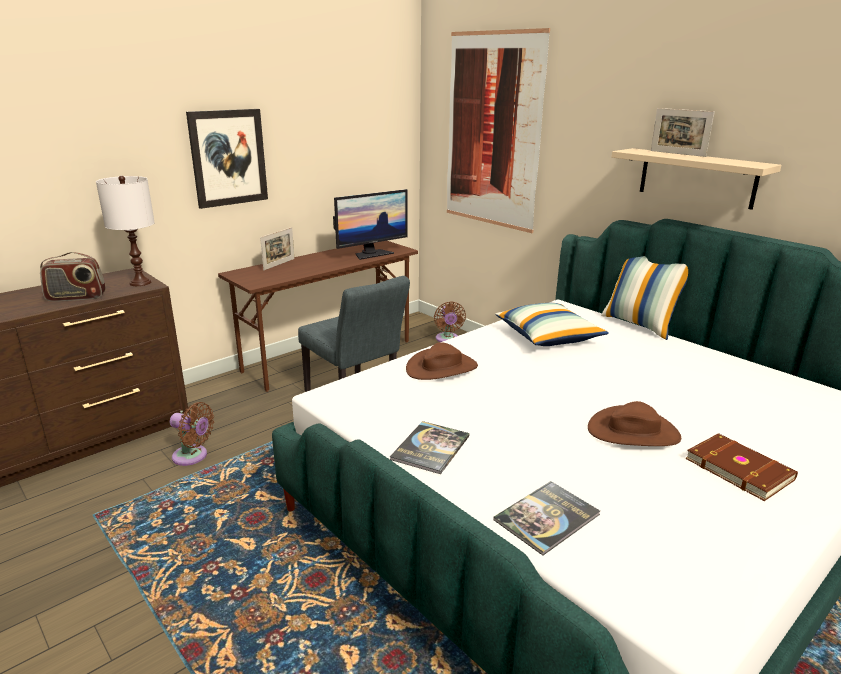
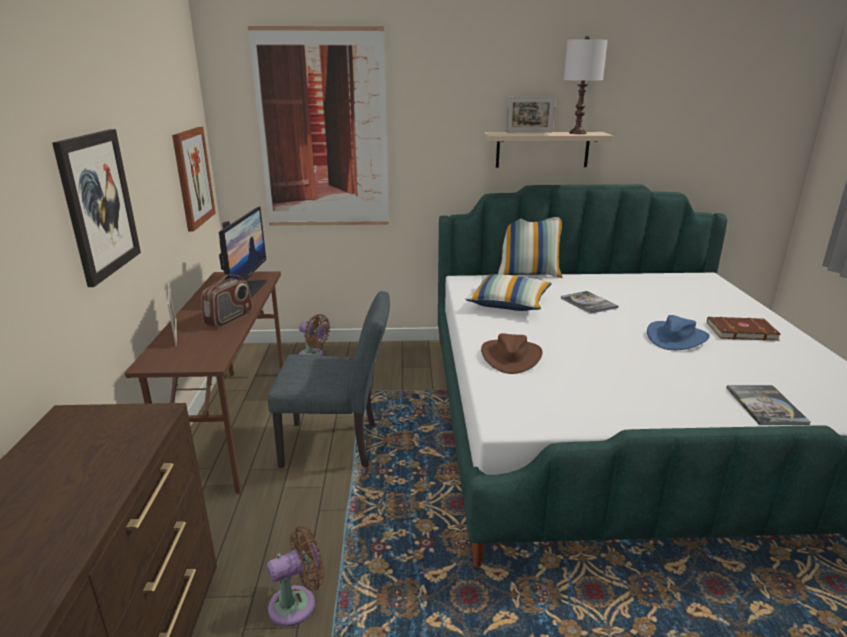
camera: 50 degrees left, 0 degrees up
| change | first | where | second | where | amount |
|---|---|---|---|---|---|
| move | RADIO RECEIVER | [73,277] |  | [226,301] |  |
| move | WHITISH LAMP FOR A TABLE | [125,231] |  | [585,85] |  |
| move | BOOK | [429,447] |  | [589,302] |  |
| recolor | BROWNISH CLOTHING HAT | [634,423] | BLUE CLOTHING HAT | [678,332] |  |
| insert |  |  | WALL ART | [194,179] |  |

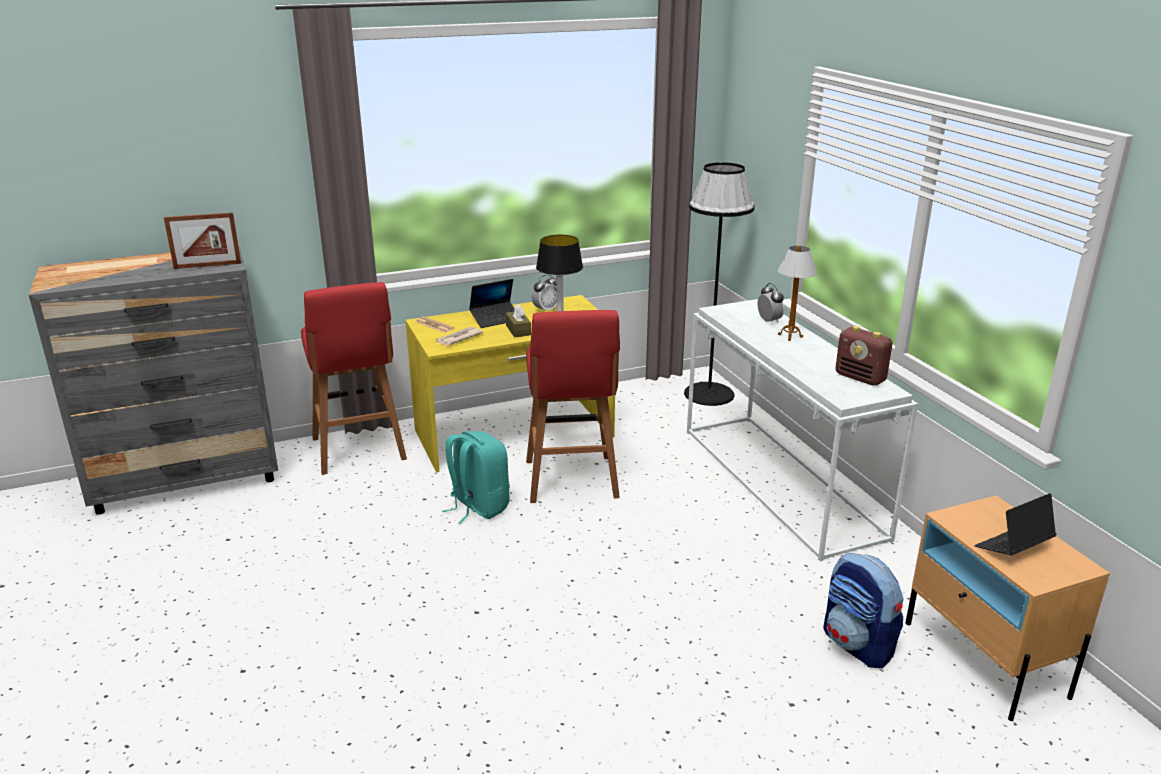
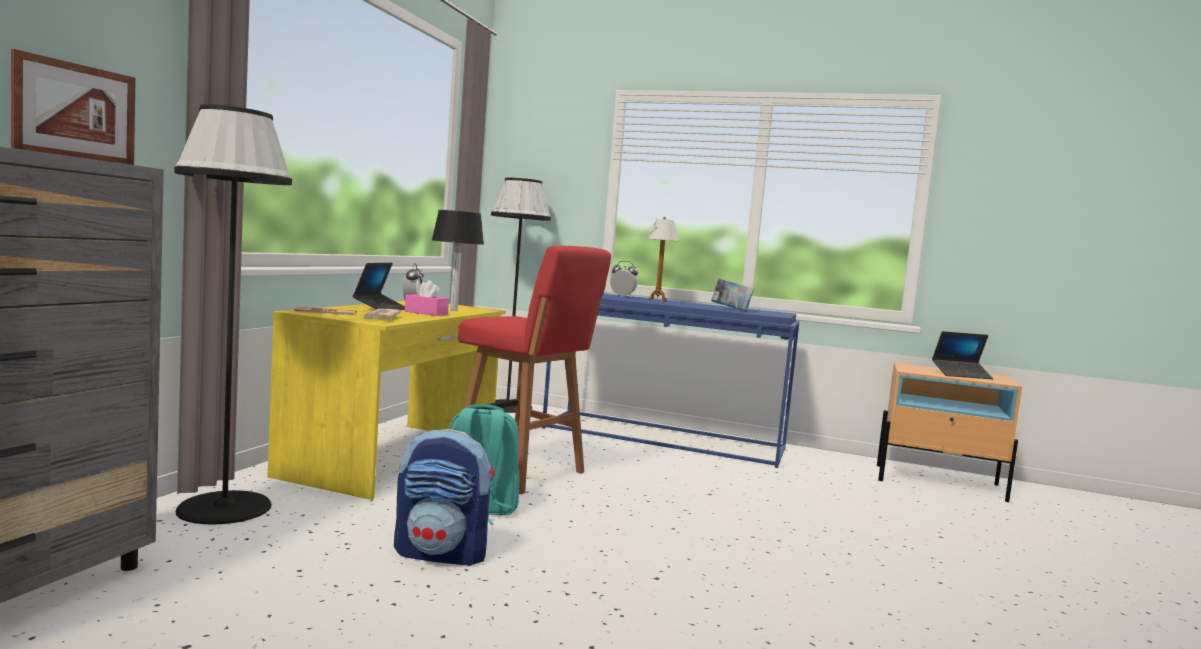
camera: 50 degrees left, 20 degrees down
| change | first | where | second | where | amount |
|---|---|---|---|---|---|
| replace | REDDISH STOOL | [354,378] | BLACK-COLOURED STANDING LAMP | [233,314] |  |
| recolor | BROWNISH TISSUE HOLDER | [518,320] | PINKISH TISSUE HOLDER | [427,298] |  |
| recolor | WHITISH CONSOLE TABLE | [802,430] | BLUE CONSOLE TABLE | [671,381] |  |
| move | RUCKSACK | [863,610] |  | [444,497] |  |
| delete | RADIO RECEIVER | [863,356] |  |  |  |
| rotate | NOTEBOOK COMPUTER | [1015,524] |  | [962,355] | 105 degrees counterclockwise |
| insert |  |  | BOOK | [732,295] |  |

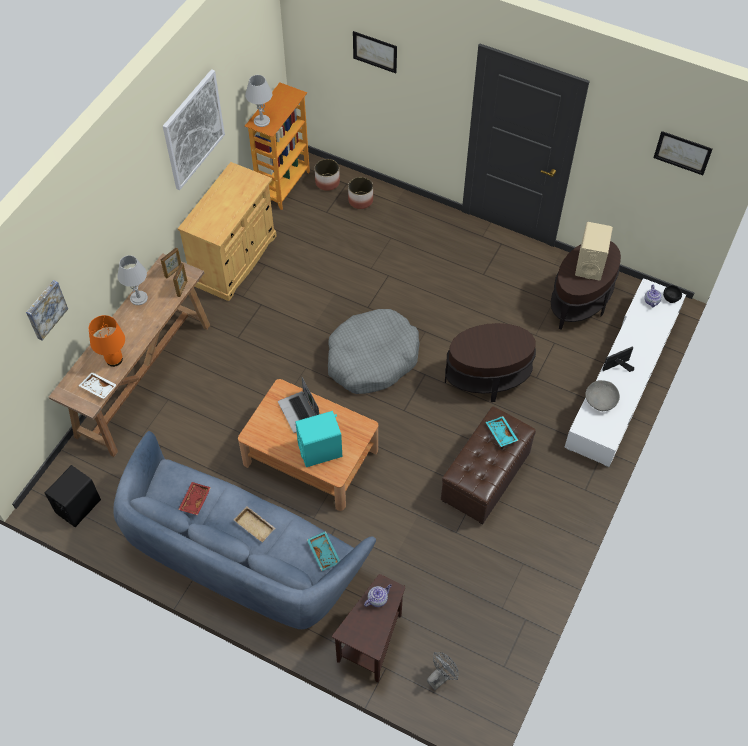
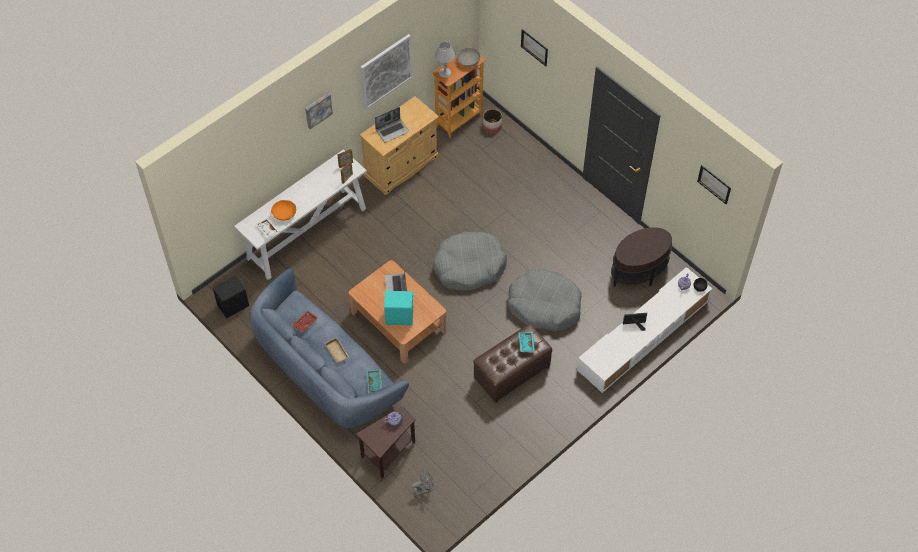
camera: 20 degrees right, 0 degrees up
| change | first | where | second | where | amount |
|---|---|---|---|---|---|
| move | WALL ART | [47,310] |  | [319,111] |  |
| recolor | BROWNISH CONSOLE TABLE | [129,355] | WHITISH CONSOLE TABLE | [300,214] |  |
| replace | ORANGE LAMP FOR A TABLE | [107,341] | ORANGE DEEP DISH | [283,210] |  |
| delete | GREY LAMP FOR A TABLE | [132,280] |  |  |  |
| delete | PLANT POT | [360,193] |  |  |  |
| replace | BROWNISH ACCENT TABLE | [490,362] | GREY DOG BED | [545,300] |  |
| delete | BEIGE SPEAKER | [594,251] |  |  |  |
| move | GREY DEEP DISH | [602,395] |  | [468,57] |  |
| insert |  |  | NOTEBOOK COMPUTER | [392,125] |  |

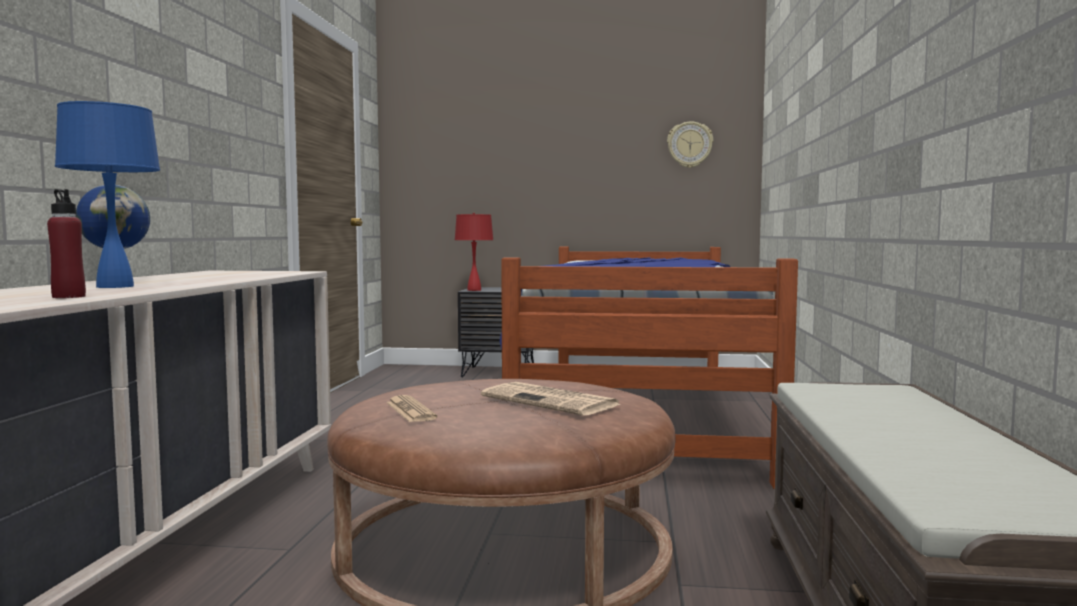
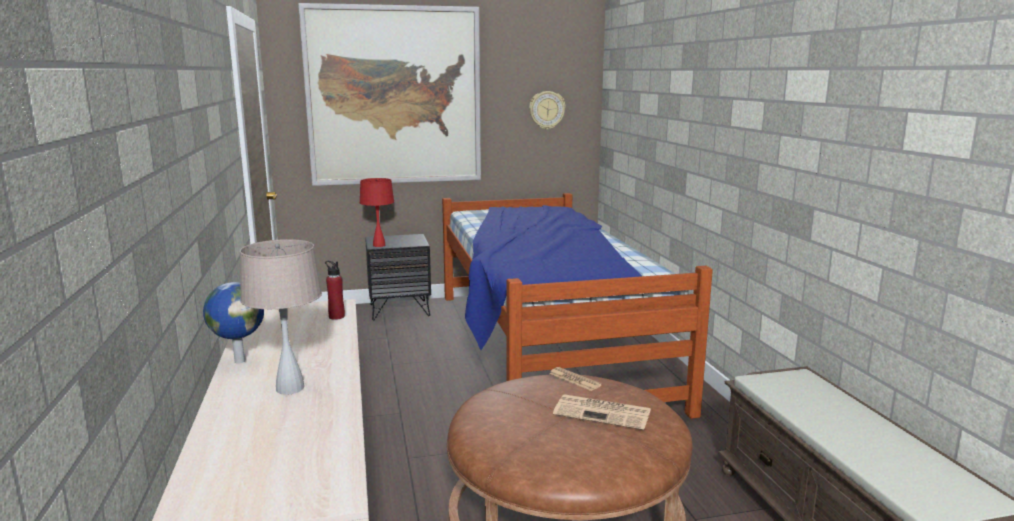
camera: 20 degrees left, 10 degrees up
| change | first | where | second | where | amount |
|---|---|---|---|---|---|
| move | REDDISH BEVERAGE BOTTLE | [66,243] |  | [335,290] |  |
| recolor | BLUE LAMP FOR A TABLE | [107,194] | BEIGE LAMP FOR A TABLE | [281,317] |  |
| move | PRINTED PAPER | [411,408] |  | [575,379] |  |
| insert |  |  | WALL ART | [389,94] |  |

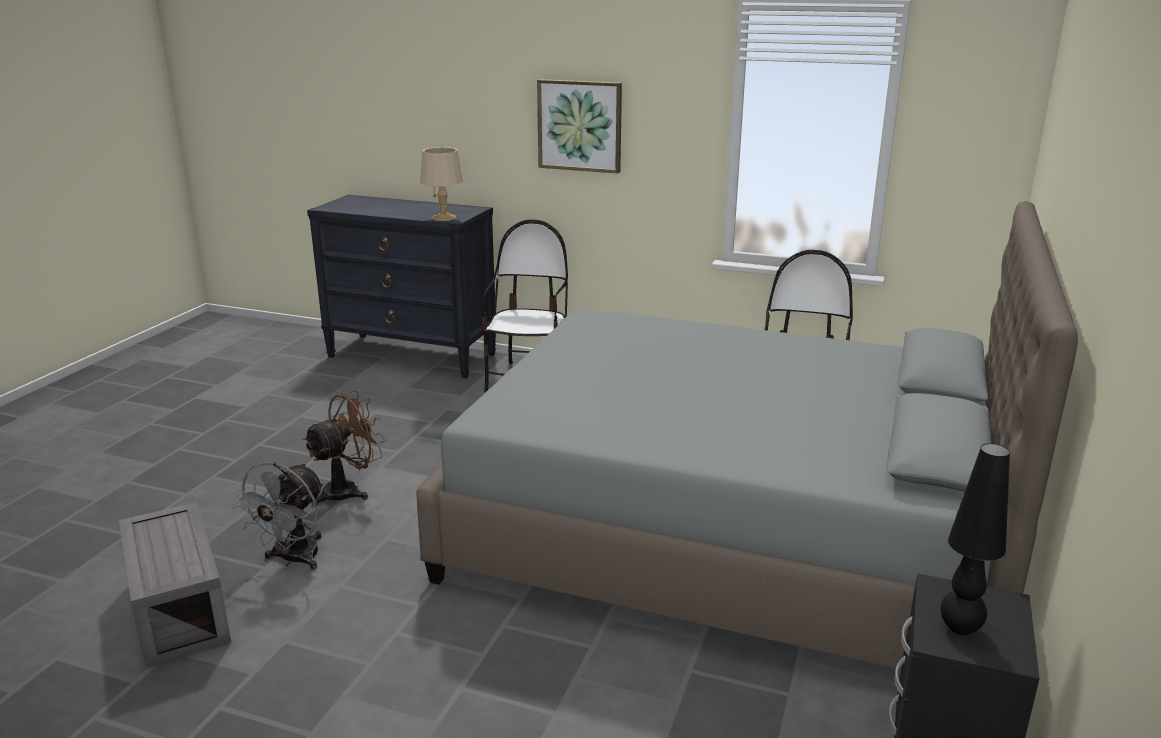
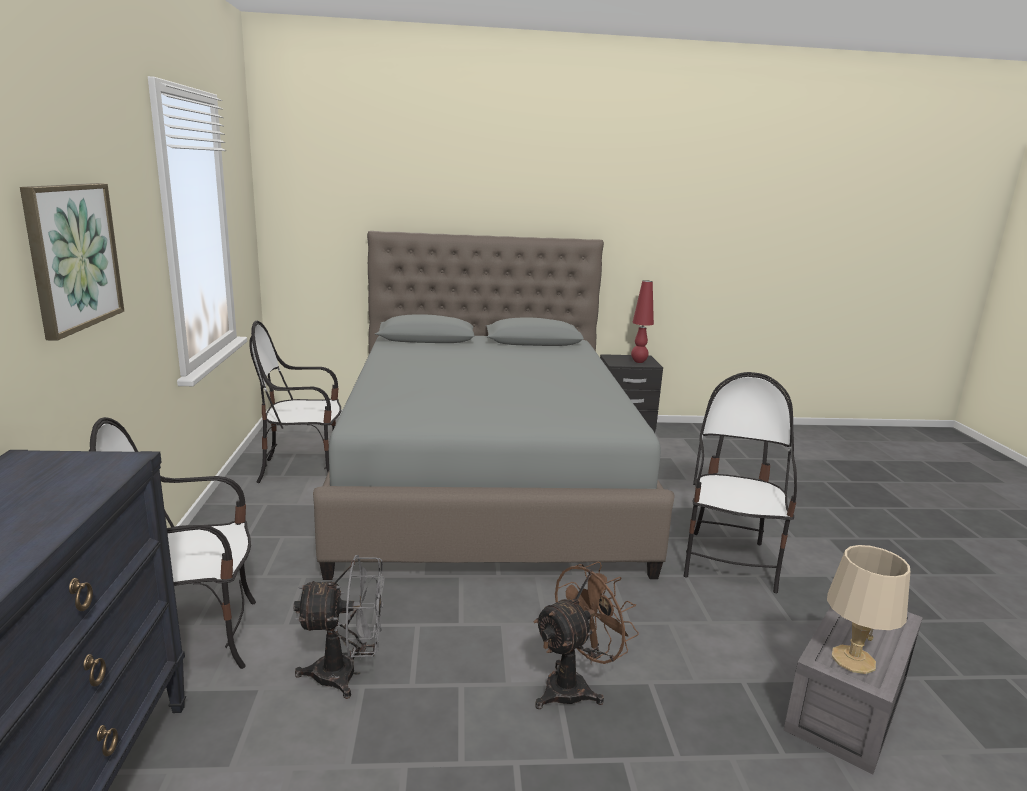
camera: 115 degrees left, 5 degrees down
| change | first | where | second | where | amount |
|---|---|---|---|---|---|
| move | GREY COOLING FAN | [277,516] |  | [338,627] |  |
| rotate | BROWNISH COOLING FAN | [344,448] |  | [586,635] | 120 degrees clockwise |
| move | BEIGE LAMP FOR A TABLE | [441,184] |  | [868,609] |  |
| recolor | BLACK-COLOURED LAMP FOR A TABLE | [975,539] | REDDISH LAMP FOR A TABLE | [642,321] |  |
| insert |  |  | UPRIGHT CHAIR | [740,482] |  |

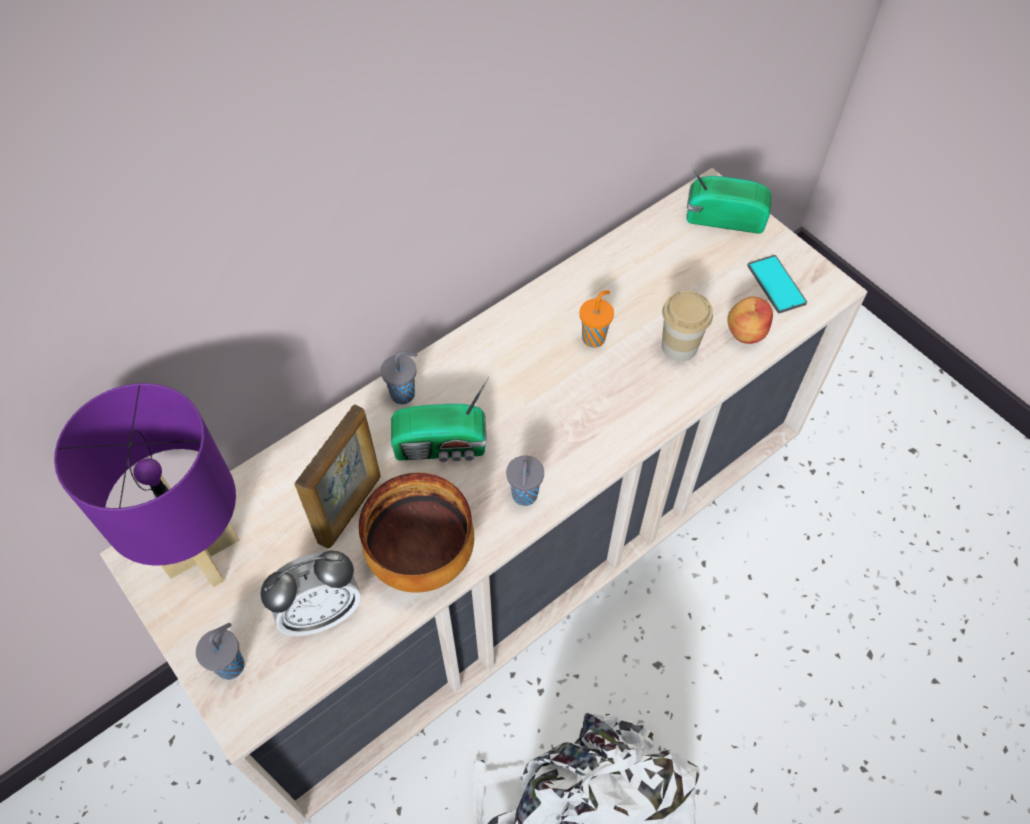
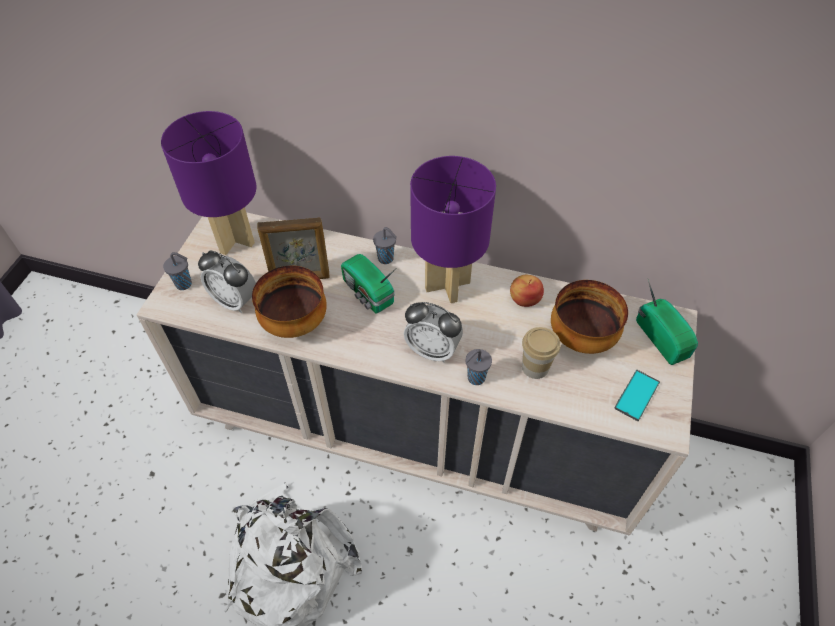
camera: 55 degrees right, 5 degrees down
| change | first | where | second | where | amount |
|---|---|---|---|---|---|
| move | GREY SMALL CUP | [525,480] |  | [479,367] |  |
| delete | ORANGE SMALL CUP | [597,319] |  |  |  |
| move | APPLE FRUIT | [750,320] |  | [527,291] |  |
| insert |  |  | BEDSIDE CLOCK | [433,332] |  |
| insert |  |  | PURPLISH LAMP FOR A TABLE | [453,229] |  |
| insert |  |  | DEEP DISH | [589,317] |  |

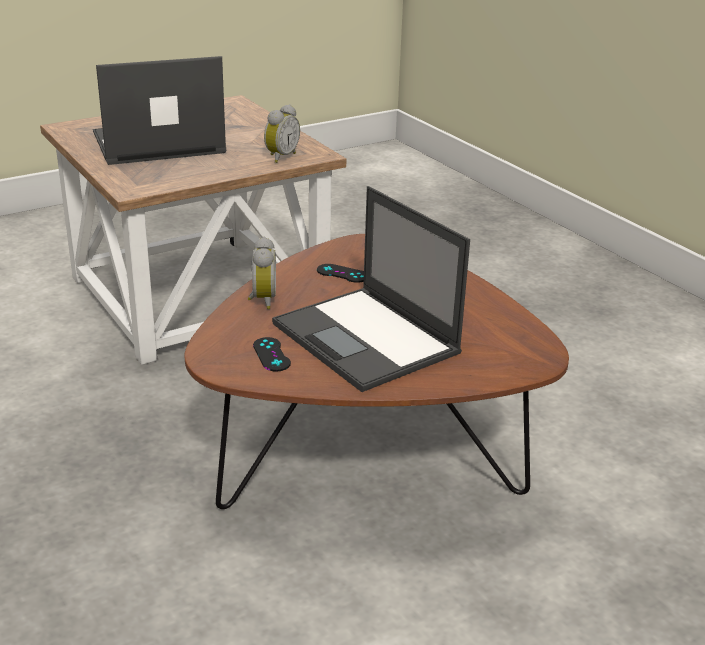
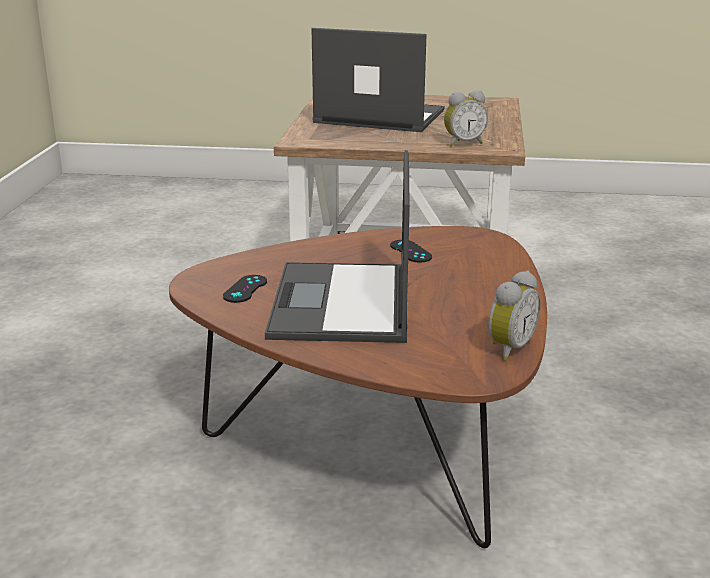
camera: 40 degrees right, 5 degrees down
| change | first | where | second | where | amount |
|---|---|---|---|---|---|
| move | BEDSIDE CLOCK | [262,273] |  | [514,316] |  |

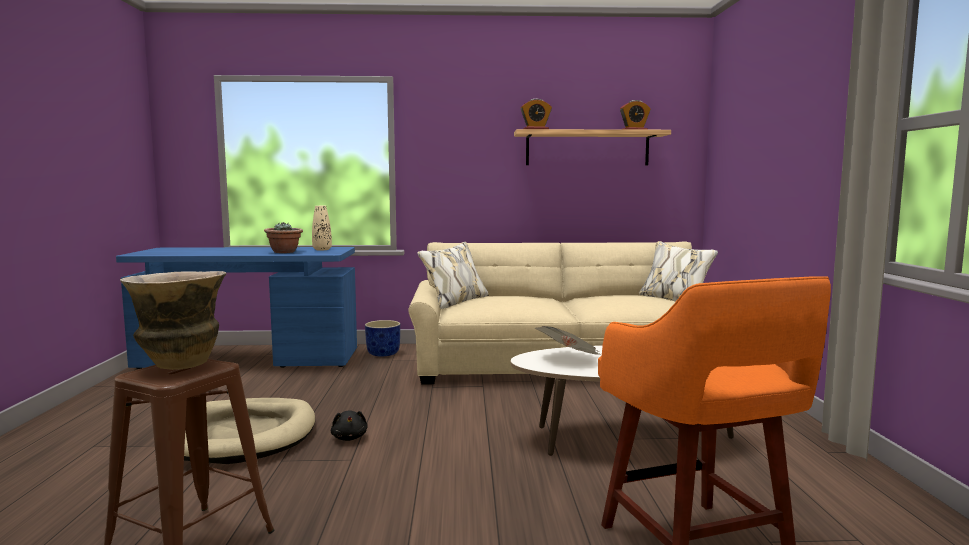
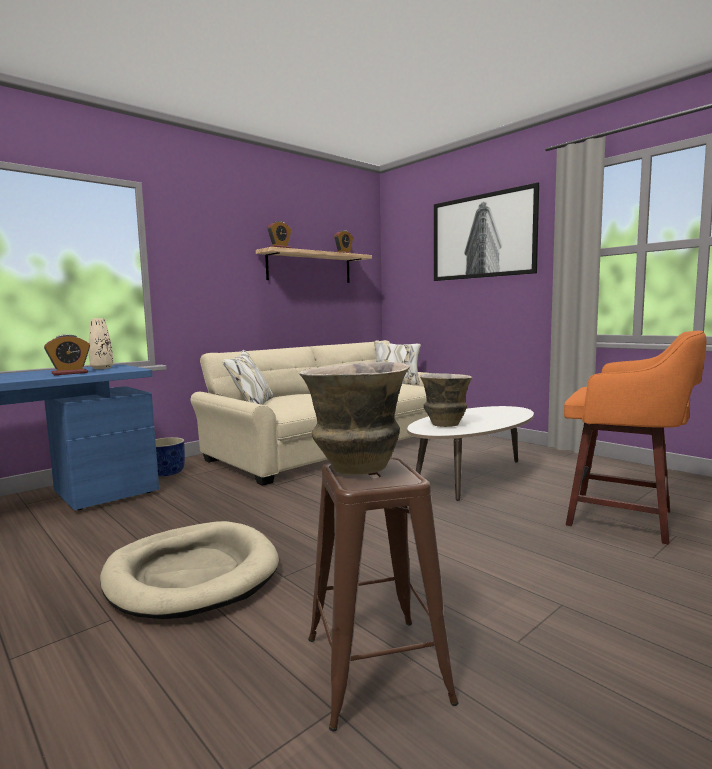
camera: 40 degrees left, 0 degrees up
| change | first | where | second | where | amount |
|---|---|---|---|---|---|
| replace | PLANT IN A POT | [283,237] | BEDSIDE CLOCK | [67,354] |  |
| delete | BLACK-COLOURED CUDDLY TOY | [349,426] |  |  |  |
| replace | PRINTED PAPER | [567,340] | DECORATIVE VASE | [446,400] |  |
| insert |  |  | WALL ART | [486,231] |  |

